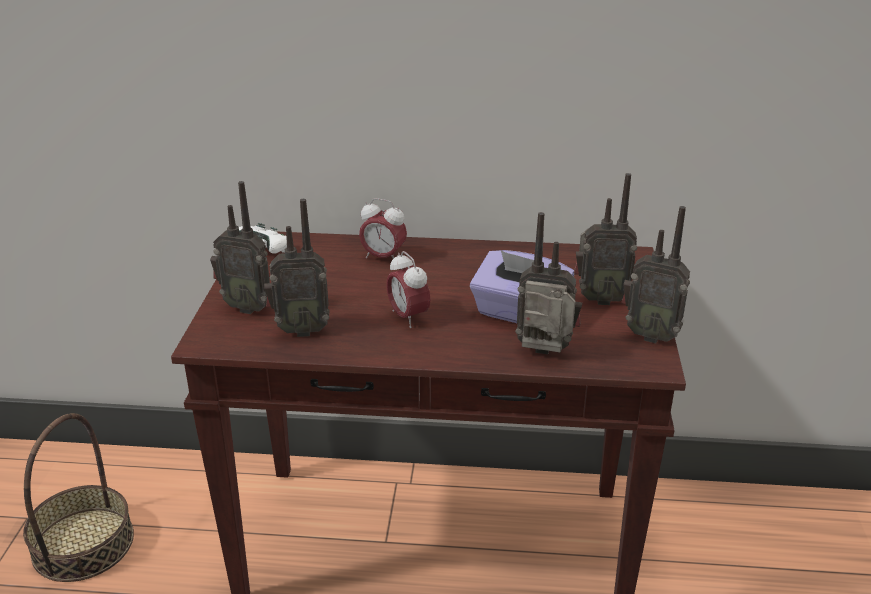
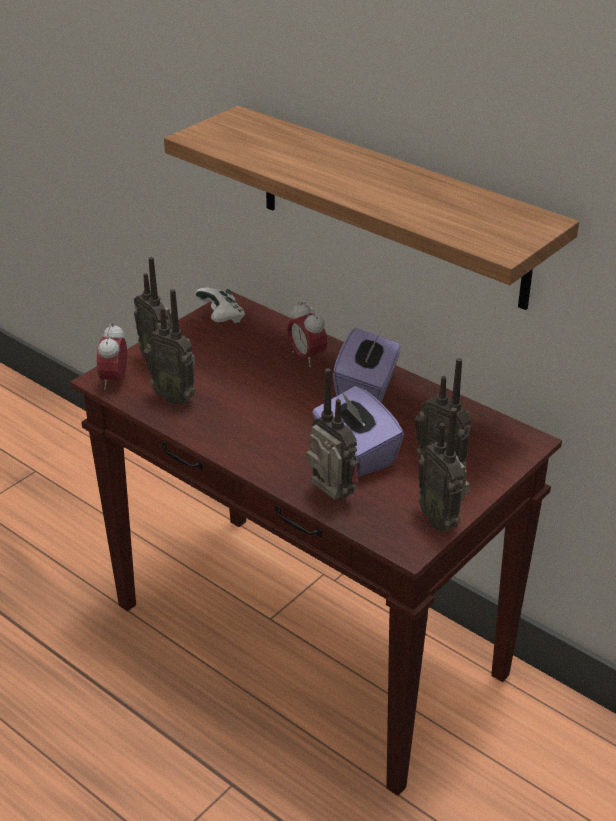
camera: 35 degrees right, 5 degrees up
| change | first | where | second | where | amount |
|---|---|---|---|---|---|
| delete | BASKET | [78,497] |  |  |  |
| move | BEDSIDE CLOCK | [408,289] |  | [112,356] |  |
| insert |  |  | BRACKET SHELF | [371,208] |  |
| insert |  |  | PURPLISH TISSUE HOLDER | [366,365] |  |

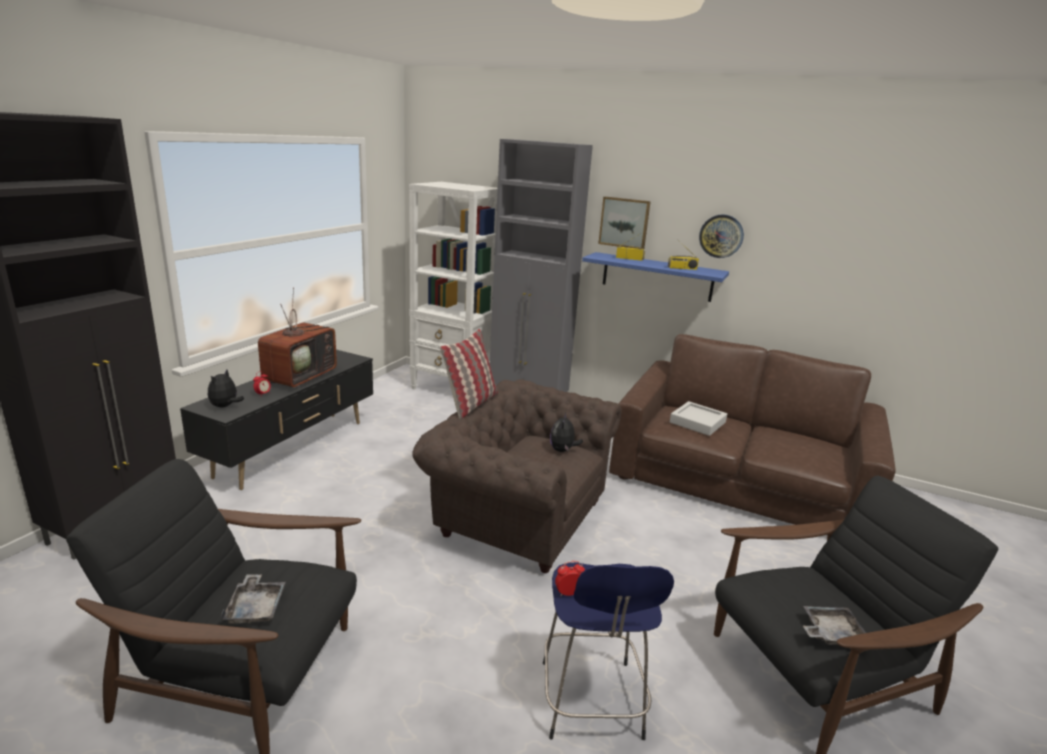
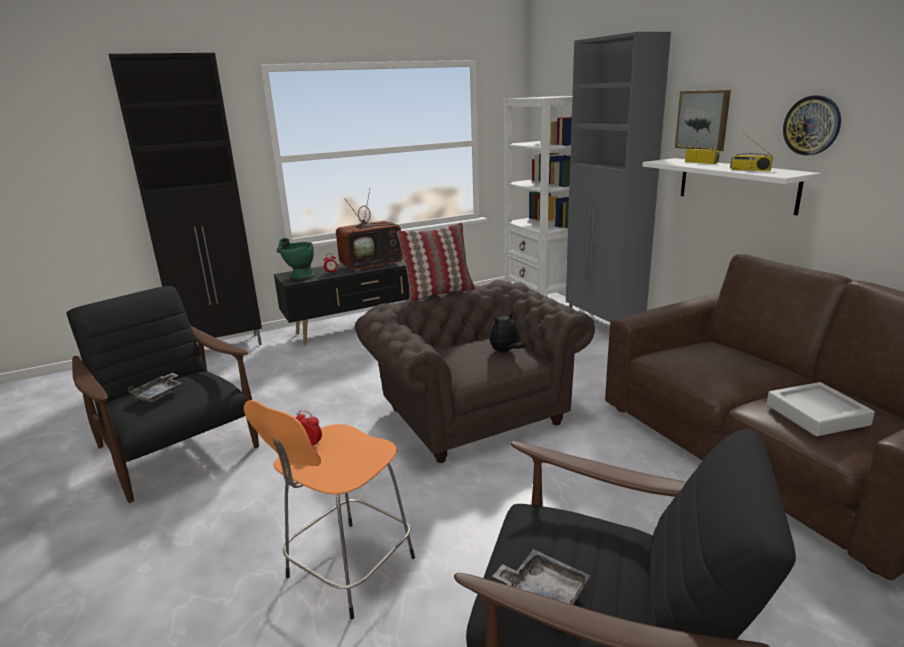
camera: 40 degrees right, 0 degrees up
| change | first | where | second | where | amount |
|---|---|---|---|---|---|
| replace | CUDDLY TOY | [226,389] | GREEN-COLOURED DECORATIVE VASE | [296,258] |  |
| recolor | BLUE STOOL | [608,651] | ORANGE STOOL | [329,509] |  |
| recolor | BLUE BRACKET SHELF | [655,277] | WHITISH BRACKET SHELF | [731,186] |  |
| move | GREY CARRYING TRAY | [698,418] |  | [821,409] |  |

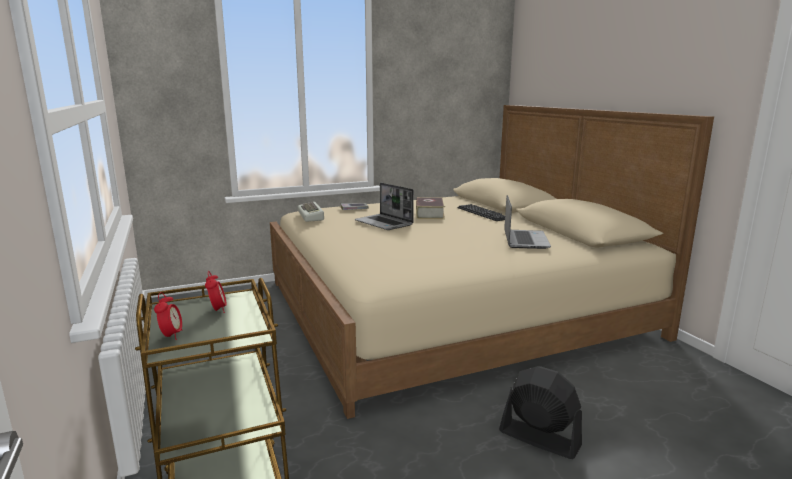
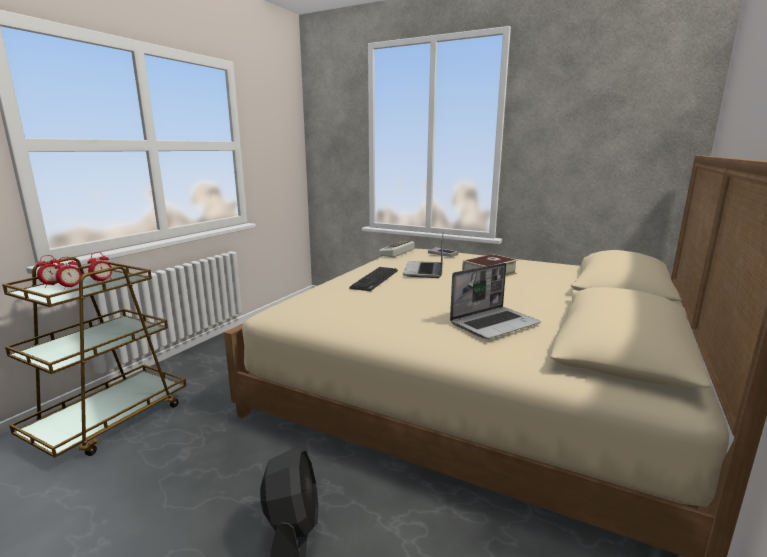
camera: 50 degrees right, 0 degrees up
| change | first | where | second | where | amount |
|---|---|---|---|---|---|
| move | COMPUTER KEYBOARD | [481,212] |  | [373,279] |  |
| insert |  |  | BEDSIDE CLOCK | [68,273] |  |

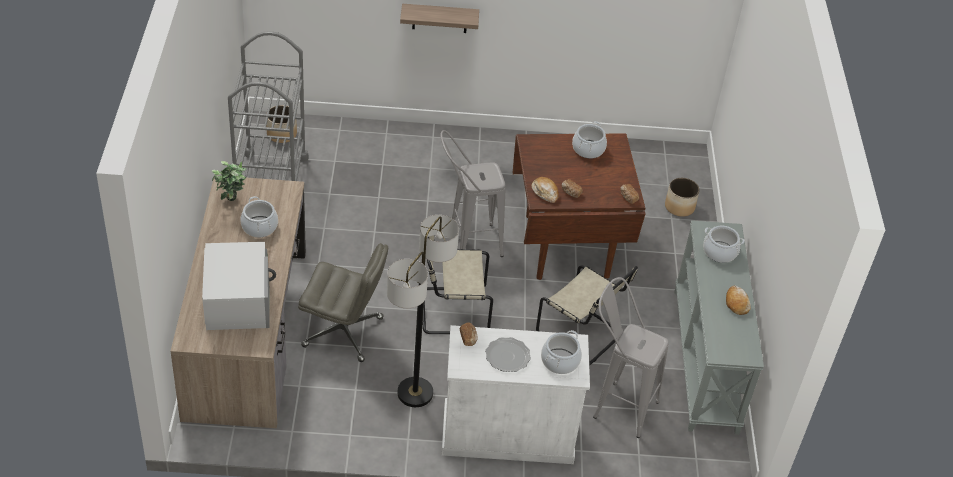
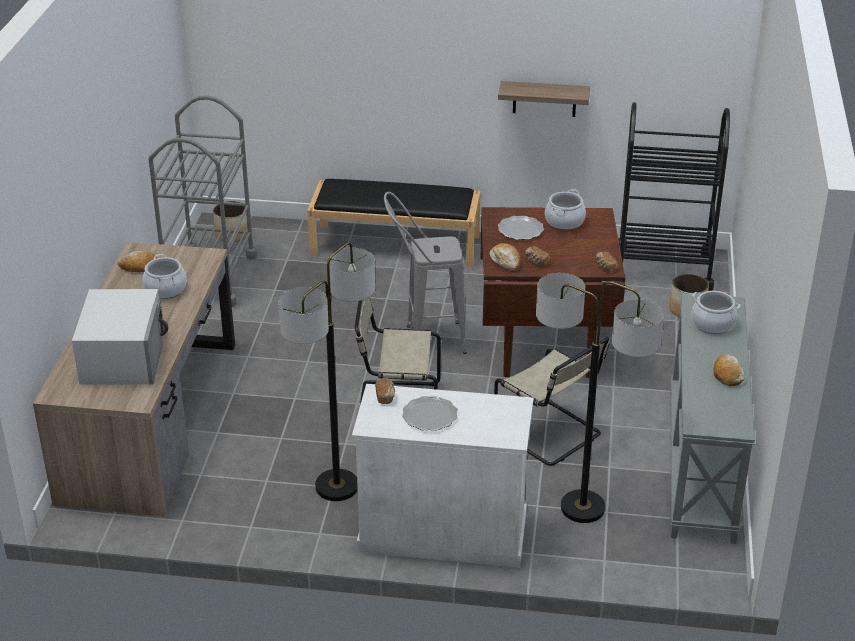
camera: 10 degrees right, 10 degrees down
| change | first | where | second | where | amount |
|---|---|---|---|---|---|
| replace | PLANT IN A POT | [228,181] | BAKED BREAD | [137,261] |  |
| delete | GREY DESK CHAIR | [343,302] |  |  |  |
| move | BRACKET SHELF | [439,18] |  | [544,99] |  |
| delete | STOCKPOT | [561,352] |  |  |  |
| replace | GREY STOOL | [631,357] | STANDING LAMP | [600,398] |  |
| insert |  |  | BLACK-COLOURED LONG SEAT | [394,223] |  |
| insert |  |  | DINNER PLATE | [521,228] |  |
| insert |  |  | BLACK-COLOURED TROLLEY | [671,196] |  |

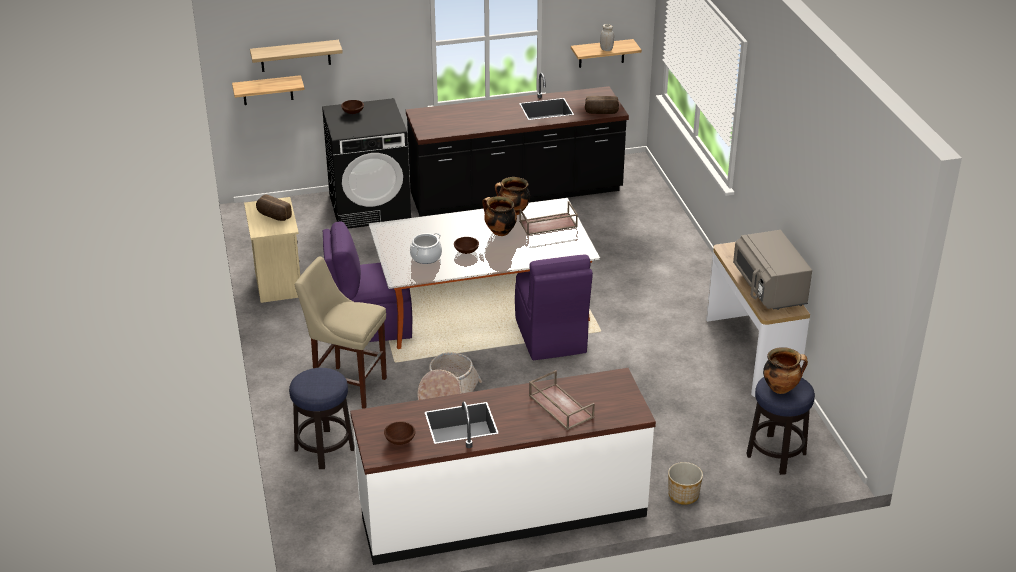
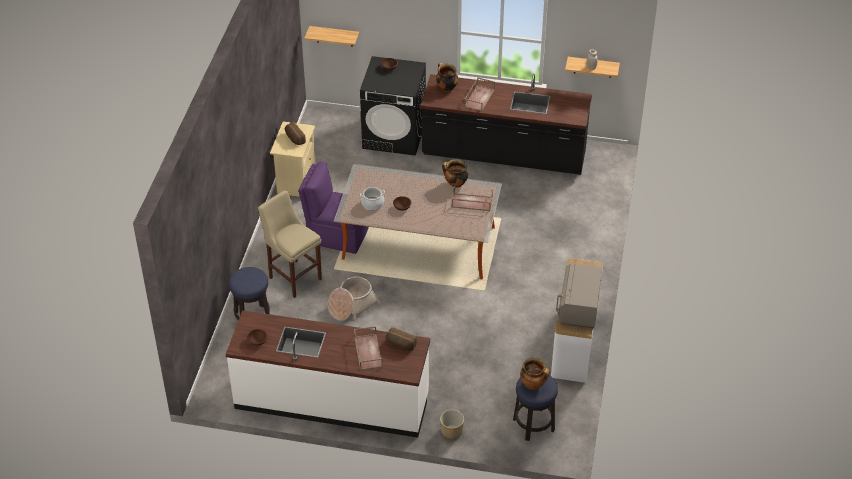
camera: 25 degrees right, 10 degrees up
| change | first | where | second | where | amount |
|---|---|---|---|---|---|
| delete | BRACKET SHELF | [296,56] |  |  |  |
| move | STOCKPOT | [499,216] |  | [447,77] |  |
| delete | PURPLISH UPRIGHT CHAIR | [554,307] |  |  |  |
| move | BAKED BREAD | [602,105] |  | [401,339] |  |
| insert |  |  | BROWNISH CARRYING TRAY | [479,94] |  |

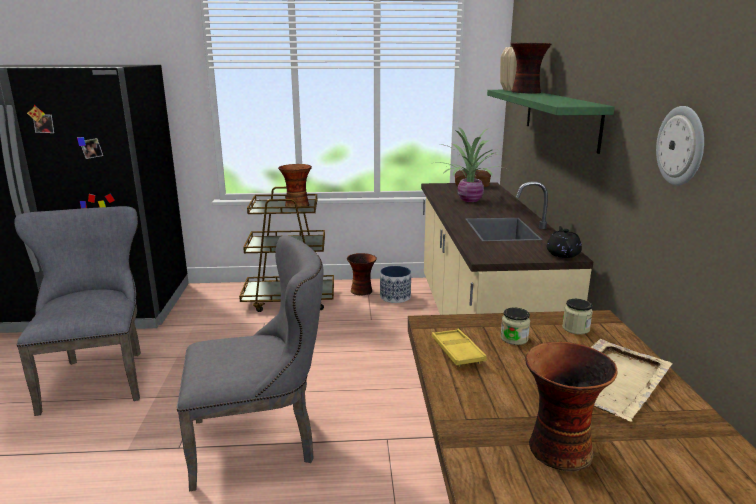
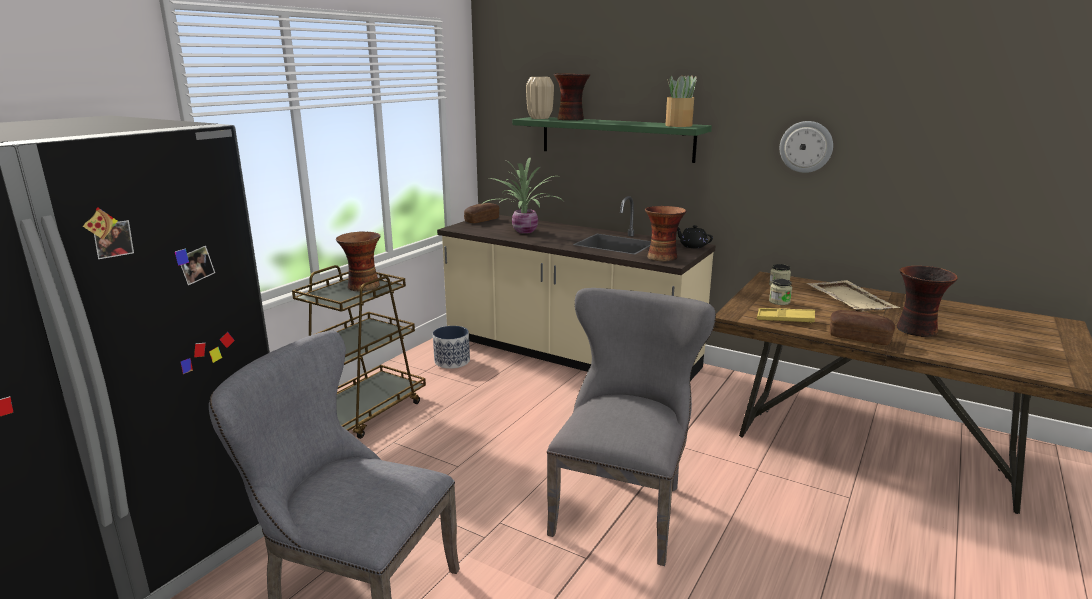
camera: 55 degrees left, 0 degrees up
| change | first | where | second | where | amount |
|---|---|---|---|---|---|
| move | DECORATIVE VASE | [362,274] |  | [665,233] |  |
| insert |  |  | PLANT IN A POT | [681,101] |  |
| insert |  |  | BAKED BREAD | [862,327] |  |

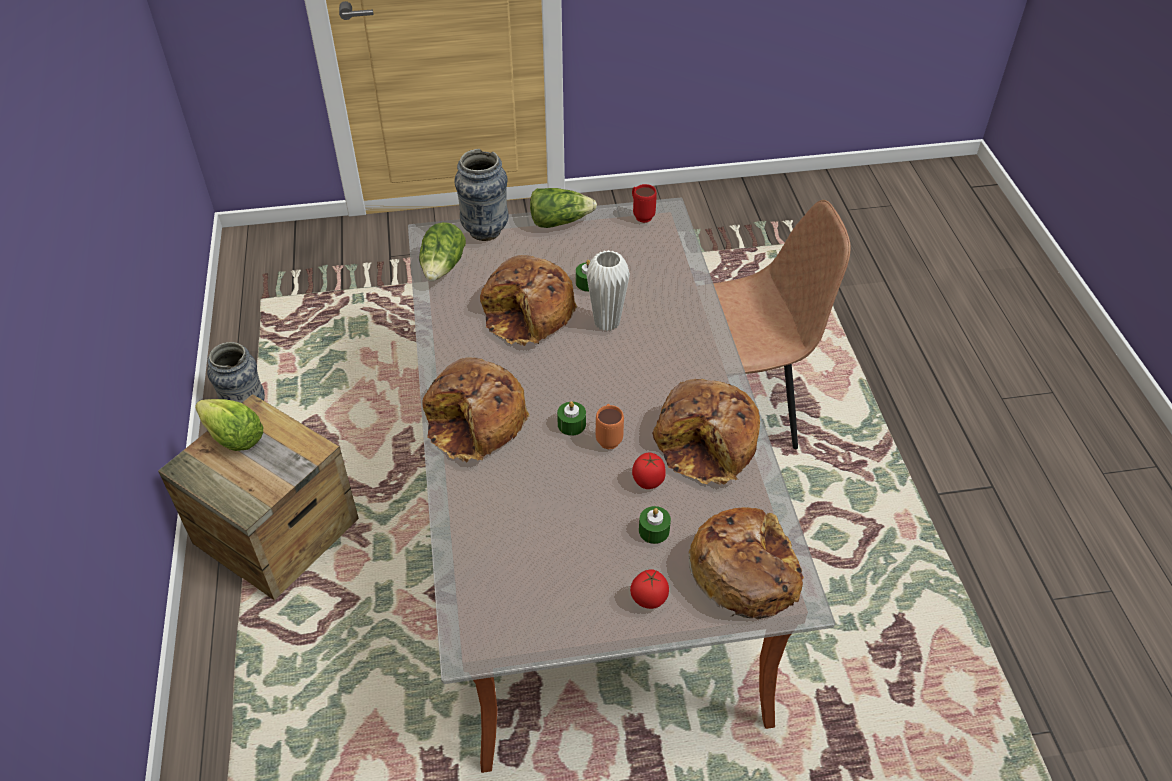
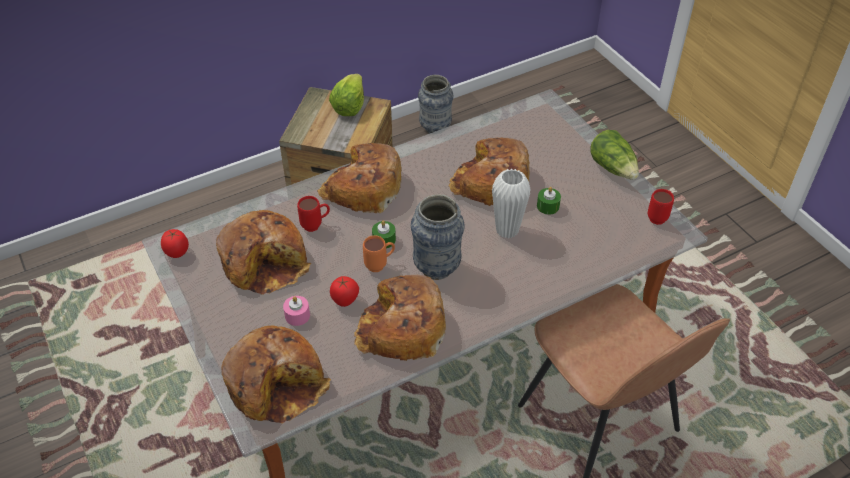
camera: 70 degrees right, 0 degrees up
| change | first | where | second | where | amount |
|---|---|---|---|---|---|
| delete | LETTUCE HEAD | [442,251] |  |  |  |
| move | DECORATIVE VASE | [482,195] |  | [438,237] |  |
| move | WHOLE TOMATO | [649,589] |  | [175,243] |  |
| recolor | GREEN-COLOURED WAX LIGHT | [655,525] | PINKISH WAX LIGHT | [296,311] |  |
| insert |  |  | BAKED BREAD | [264,252] |  |
| insert |  |  | REDDISH TEA MUG | [313,214] |  |

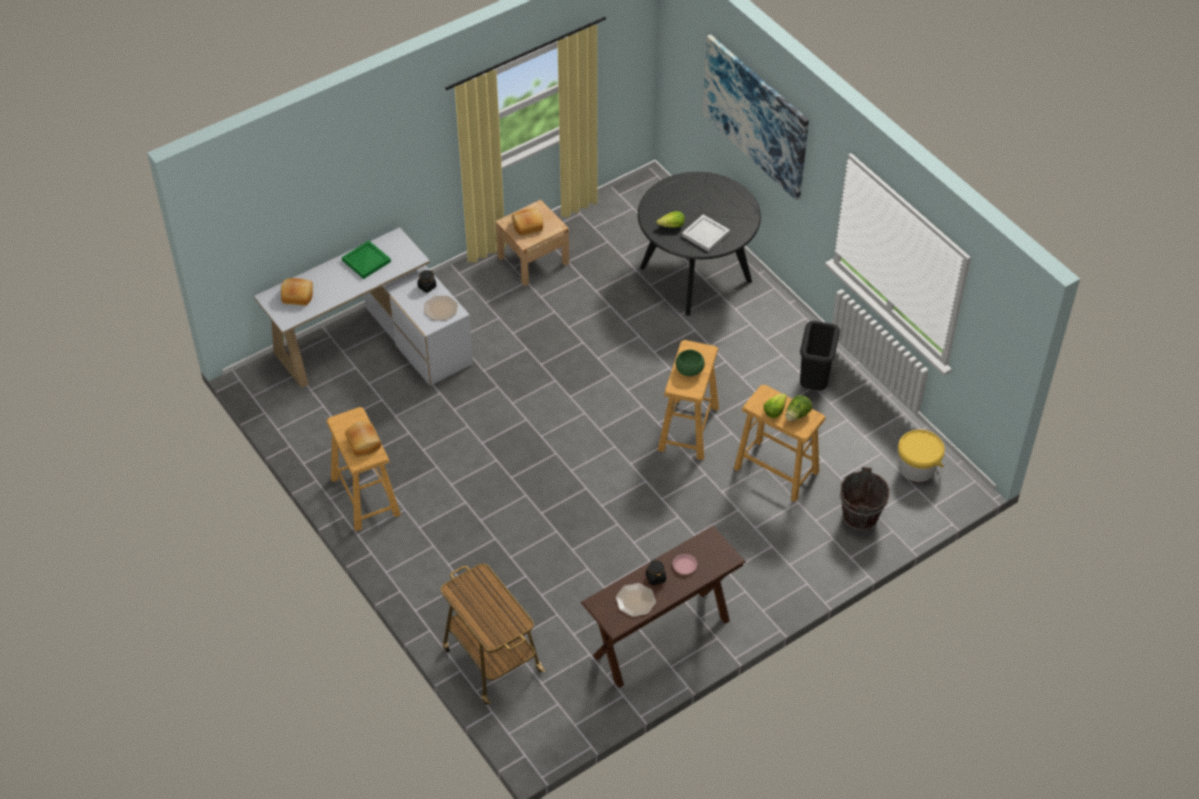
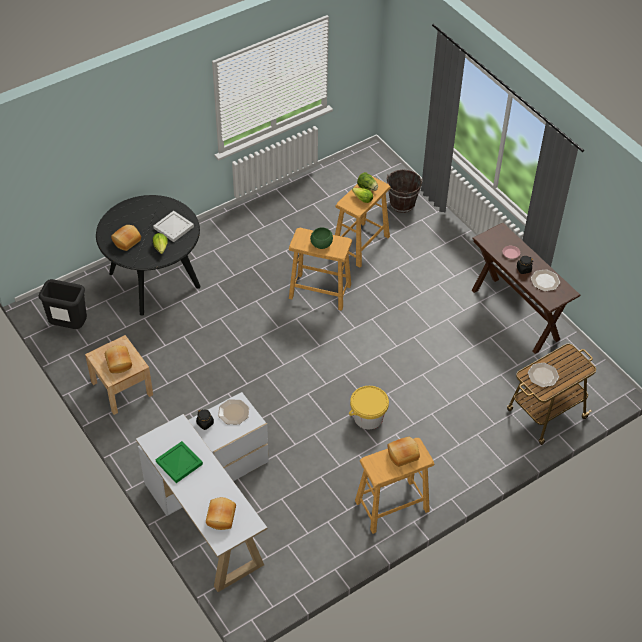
camera: 90 degrees left, 0 degrees up
| change | first | where | second | where | amount |
|---|---|---|---|---|---|
| delete | WALL ART | [756,117] |  |  |  |
| move | BLACK-COLOURED TRASH CAN | [820,356] |  | [62,304] |  |
| move | YELLOWISH PAIL | [921,455] |  | [369,407] |  |
| insert |  |  | BAKED BREAD | [126,238] |  |
| insert |  |  | DINNER PLATE | [543,375] |  |

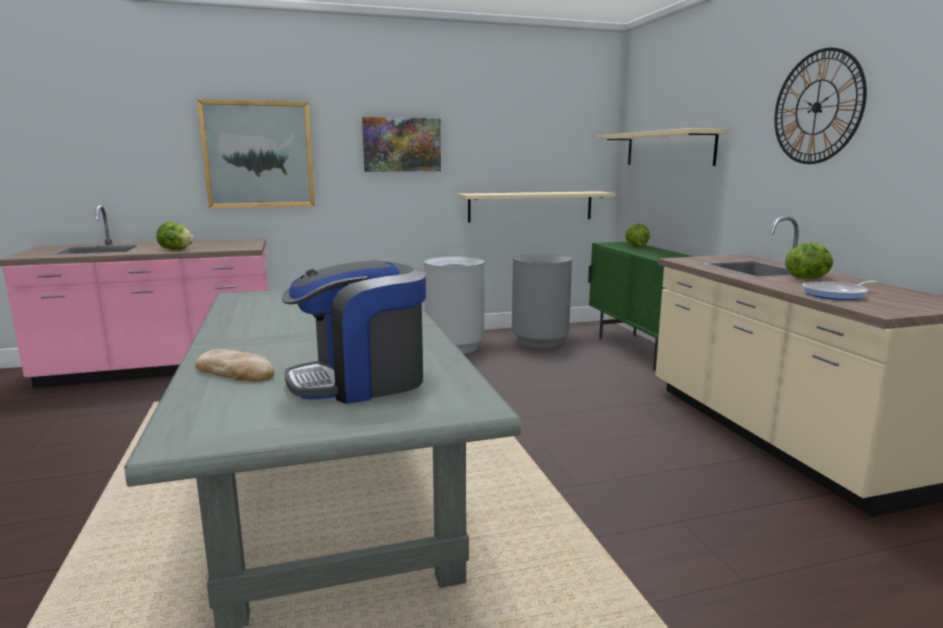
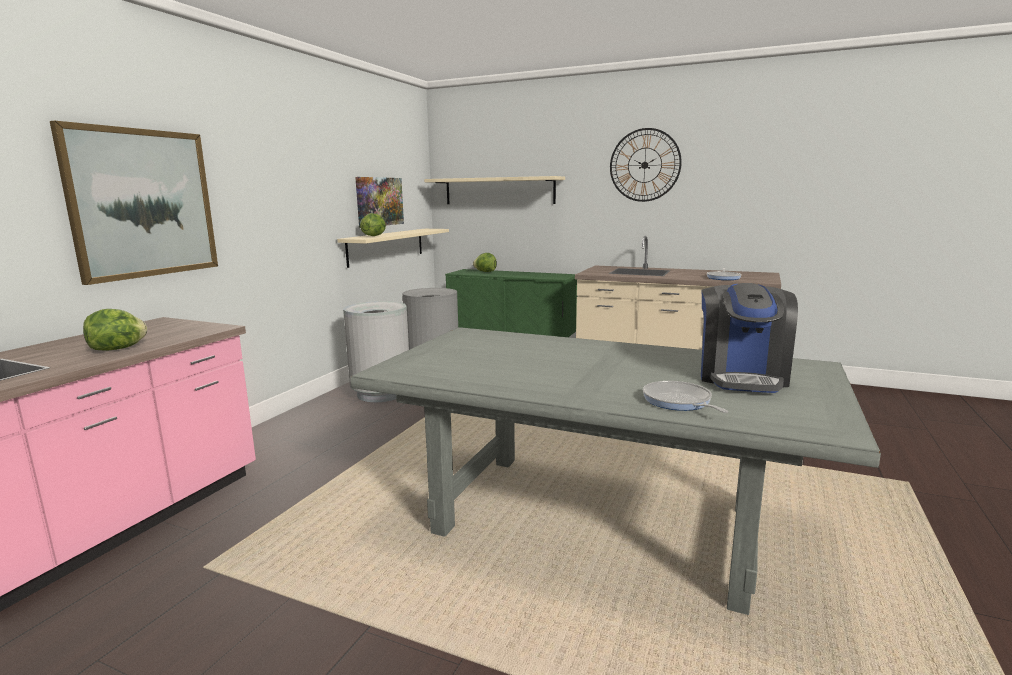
camera: 50 degrees left, 0 degrees up
| change | first | where | second | where | amount |
|---|---|---|---|---|---|
| replace | BAKED BREAD | [234,365] | PAN | [685,397] |  |
| move | WALL ART | [401,144] |  | [379,202] |  |
| move | LETTUCE HEAD | [809,260] |  | [373,224] |  |

